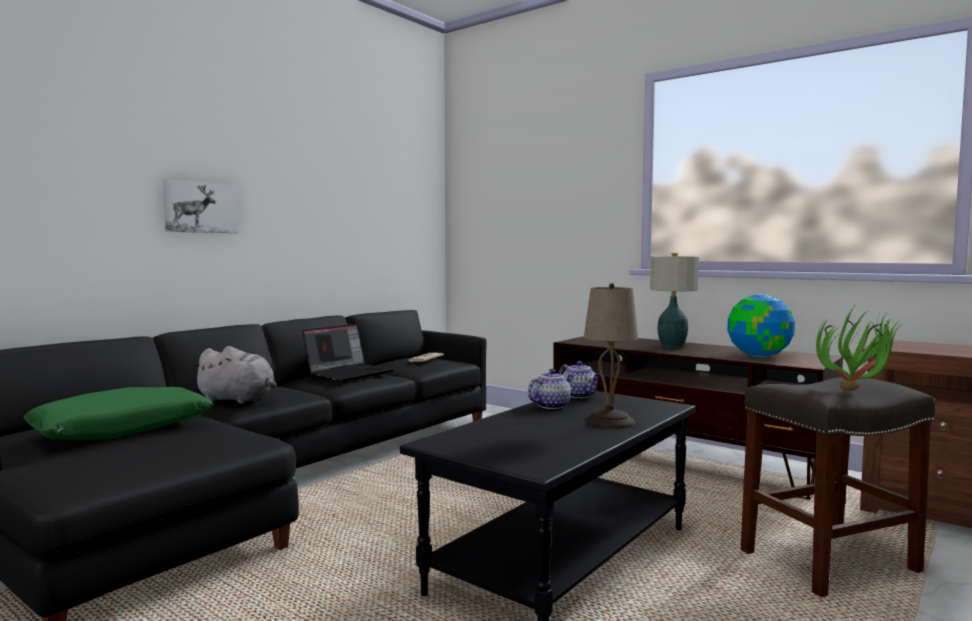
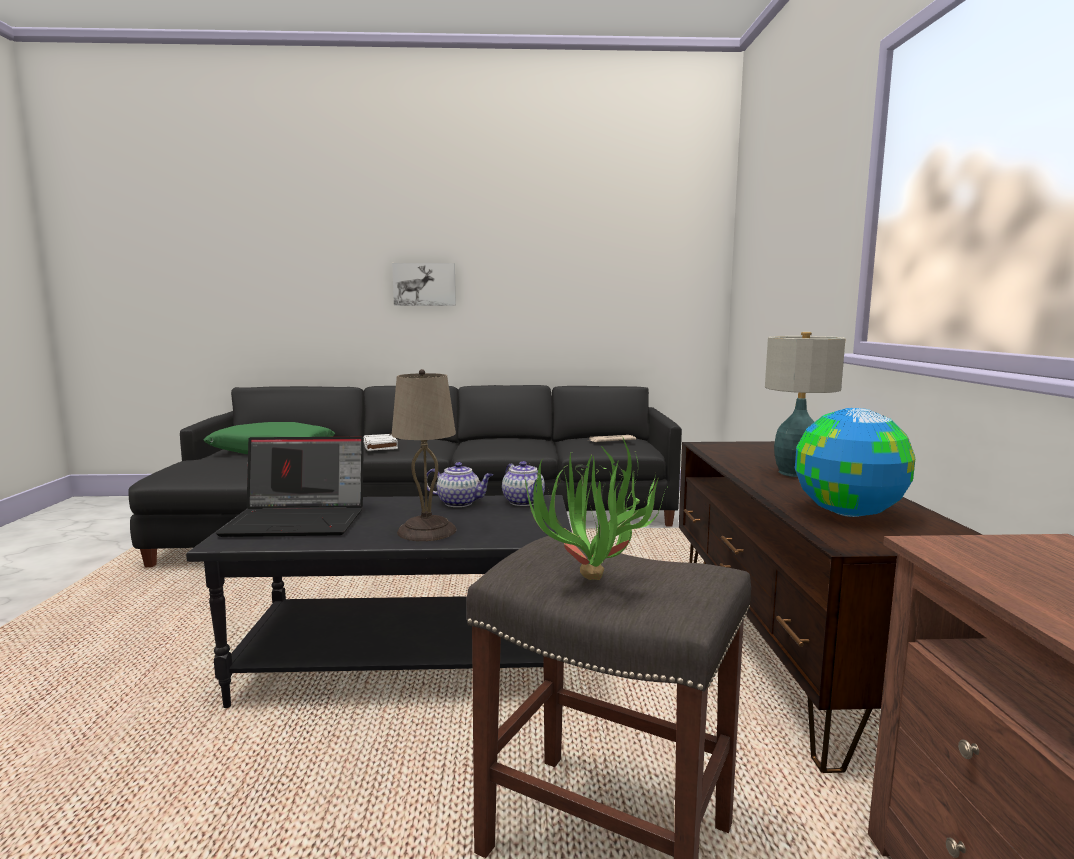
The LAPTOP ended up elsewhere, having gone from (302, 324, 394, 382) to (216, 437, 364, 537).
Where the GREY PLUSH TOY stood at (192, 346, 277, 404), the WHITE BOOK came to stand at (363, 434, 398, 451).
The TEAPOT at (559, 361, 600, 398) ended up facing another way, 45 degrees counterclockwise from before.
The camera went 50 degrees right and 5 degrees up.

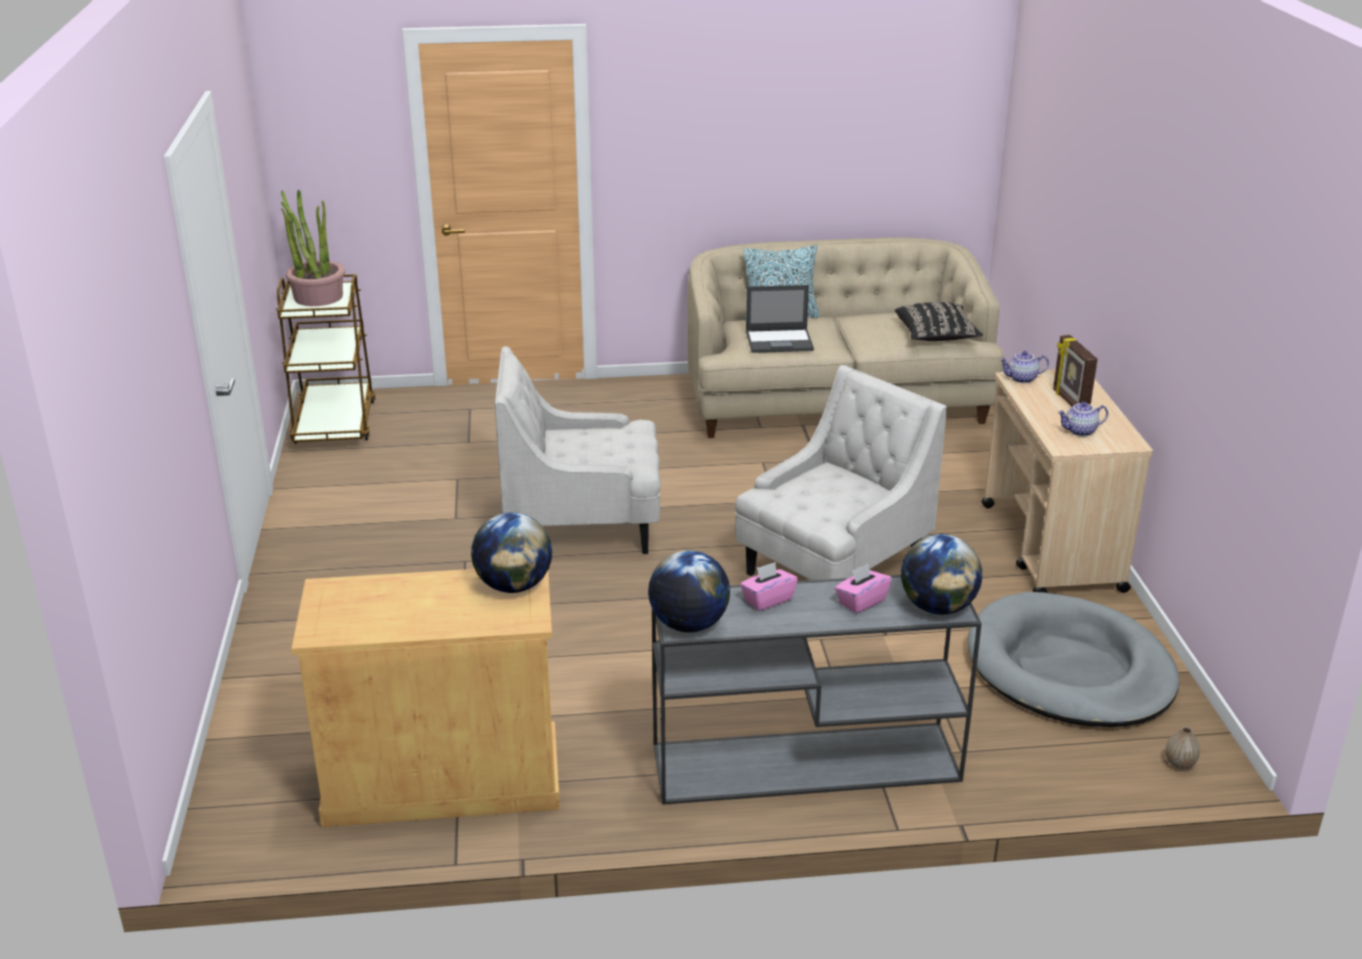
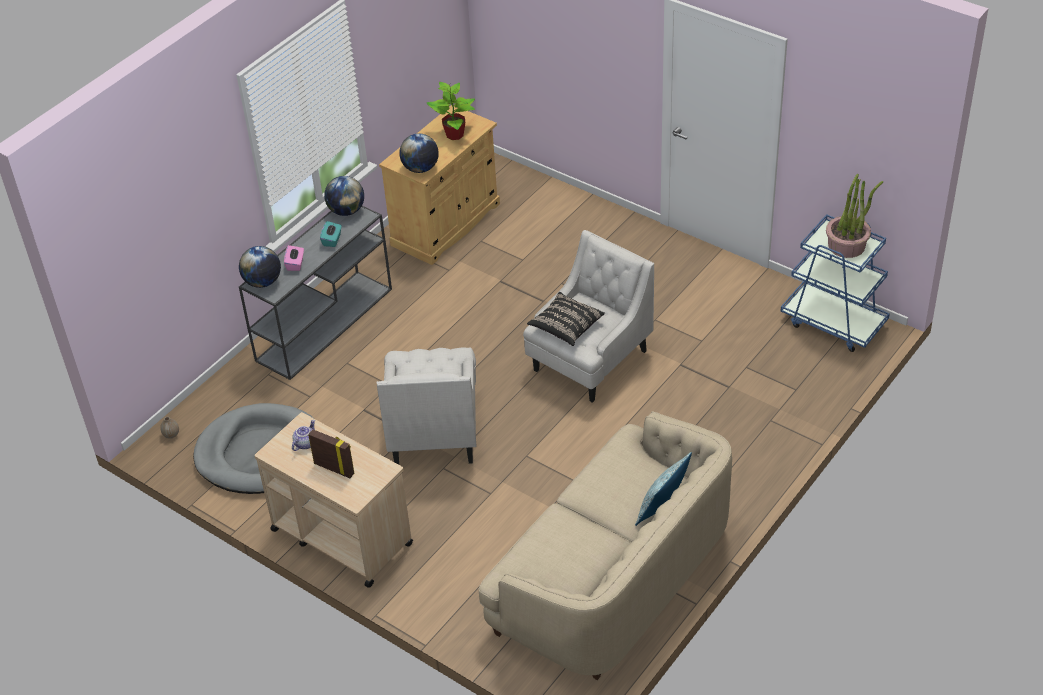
What was the BROWN CART at (276, 274, 376, 444) turned into the BLUE CART at (781, 214, 890, 352).
The second view lost the LAPTOP at (746, 285, 814, 353).
The BLACK PILLOW ended up elsewhere, having gone from (895, 302, 983, 341) to (527, 292, 605, 346).
The second view lost the TEAPOT at (999, 351, 1049, 383).
What was the PINK TISSUE BOX at (740, 562, 798, 611) turned into the TURQUOISE TISSUE BOX at (320, 221, 342, 247).
The second view gained the POTTED PLANT at (427, 82, 475, 140).
The camera went 135 degrees right and 15 degrees up.

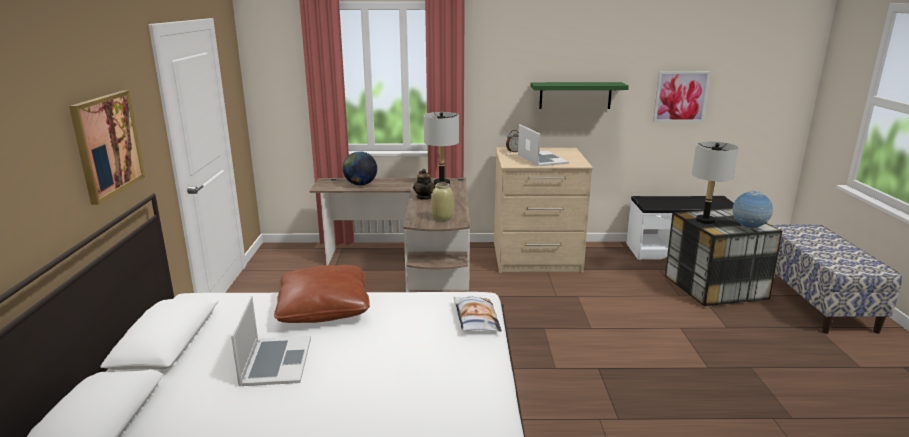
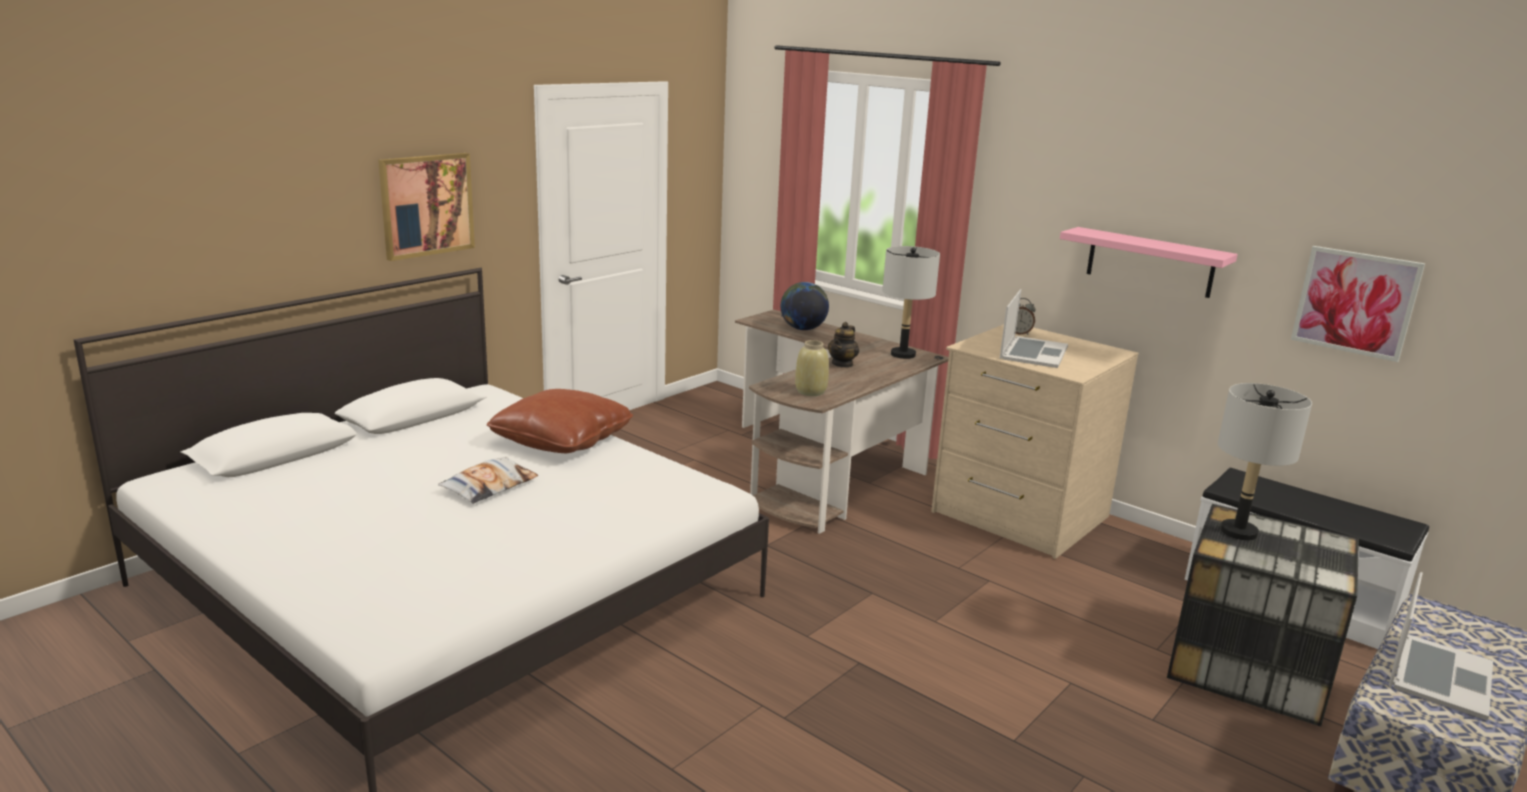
What was the GREEN SHELF at (530, 82, 629, 109) turned into the PINK SHELF at (1060, 227, 1238, 298).
The second view lost the GLOBE at (733, 190, 773, 229).
The LAPTOP ended up elsewhere, having gone from (231, 296, 311, 386) to (1389, 572, 1493, 720).
The PILLOW ended up elsewhere, having gone from (454, 296, 502, 332) to (438, 457, 538, 504).
The camera went 40 degrees right and 0 degrees up.

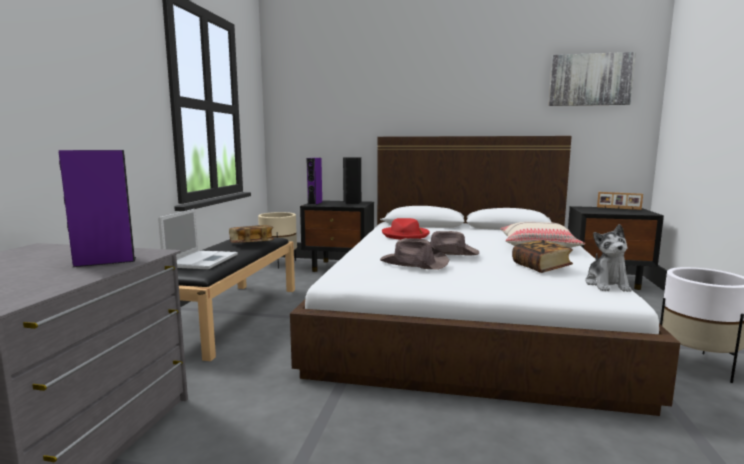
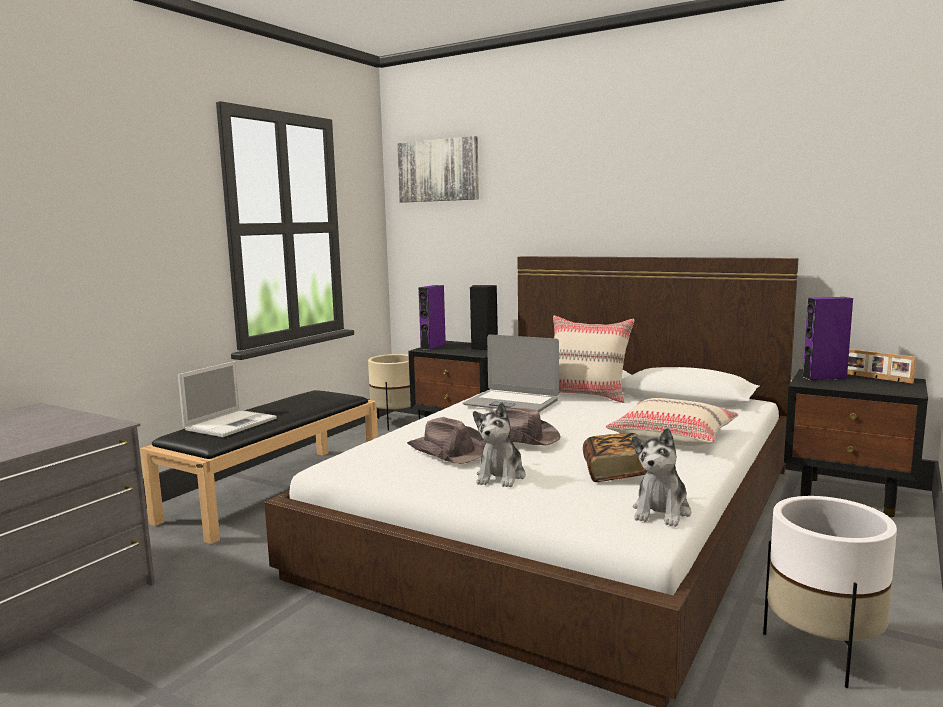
The PICTURE ended up elsewhere, having gone from (549, 52, 636, 106) to (397, 136, 479, 203).
The PURPLE SPEAKER ended up elsewhere, having gone from (59, 150, 136, 267) to (803, 297, 853, 380).
Where the RED HAT stood at (382, 218, 430, 240), the LAPTOP came to stand at (463, 334, 559, 412).
The second view lost the BOOK at (229, 225, 274, 243).
The second view gained the BEIGE PILLOW at (553, 316, 635, 403).
The second view gained the PLUSH TOY at (473, 403, 526, 487).
The camera went 20 degrees right and 0 degrees up.

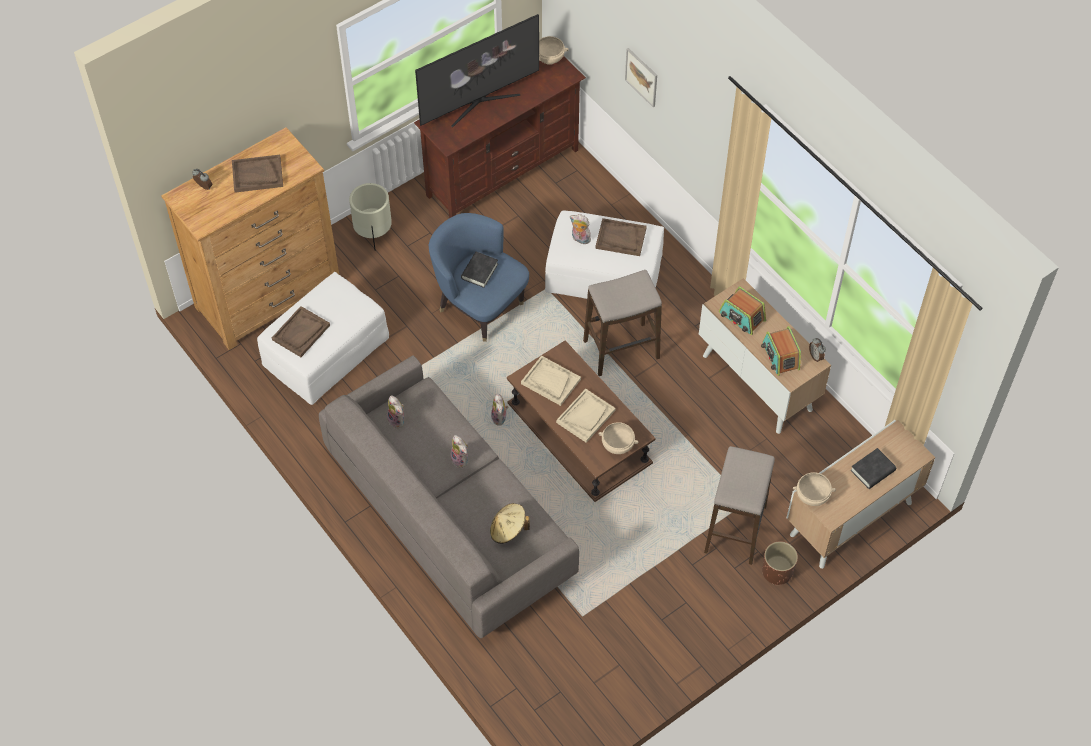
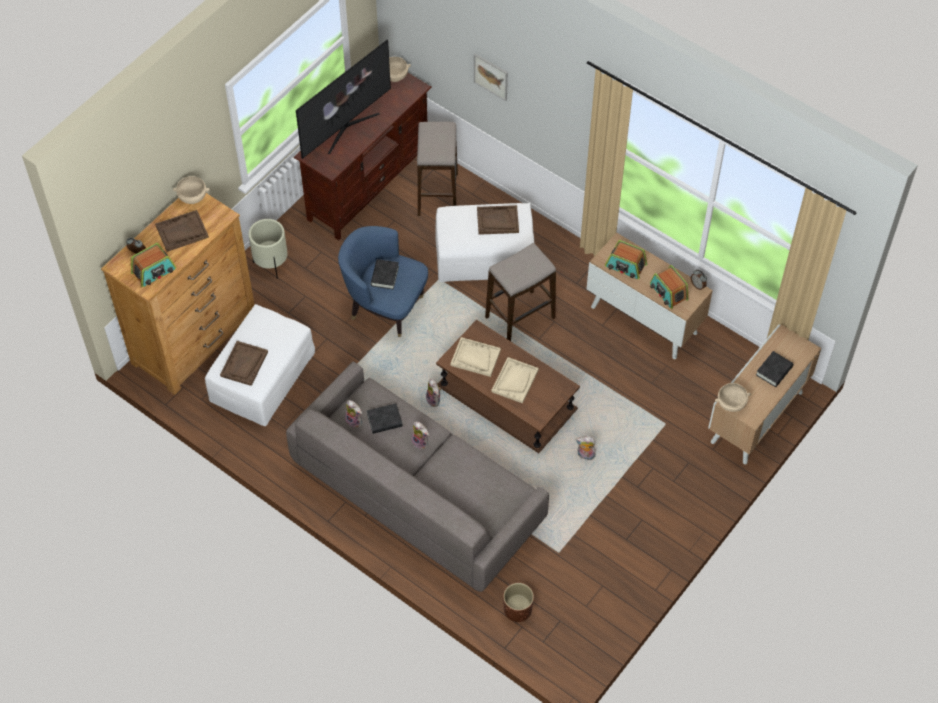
The PLUSH TOY ended up elsewhere, having gone from (570, 214, 591, 244) to (575, 436, 596, 460).
The BEIGE BOWL ended up elsewhere, having gone from (598, 422, 639, 454) to (173, 176, 210, 204).
The STOOL ended up elsewhere, having gone from (704, 446, 775, 565) to (417, 122, 458, 216).
The second view lost the BEIGE HAT at (490, 503, 530, 544).
The BROWN PLANTER ended up elsewhere, having gone from (762, 541, 798, 585) to (503, 583, 534, 622).
The second view gained the RADIO at (131, 243, 176, 287).
The second view gained the BLACK BOOK at (367, 403, 403, 434).
The camera went 15 degrees left and 0 degrees up.

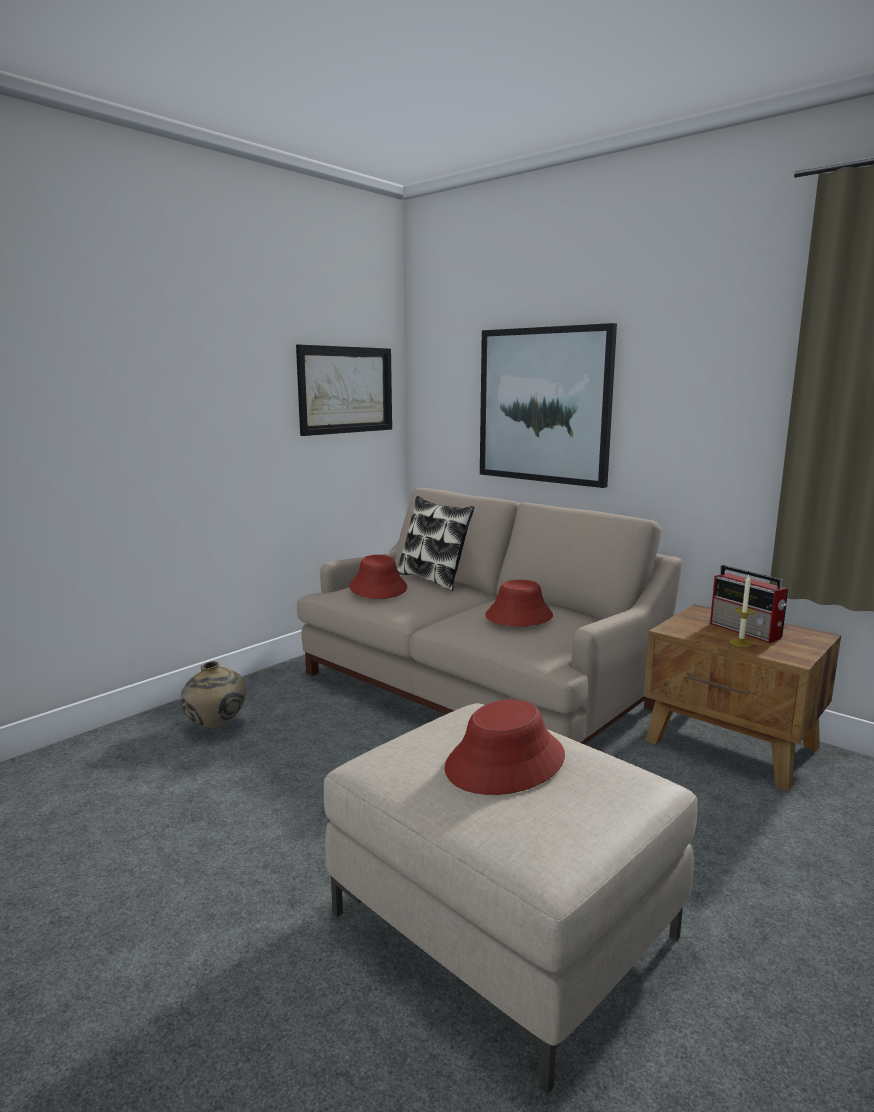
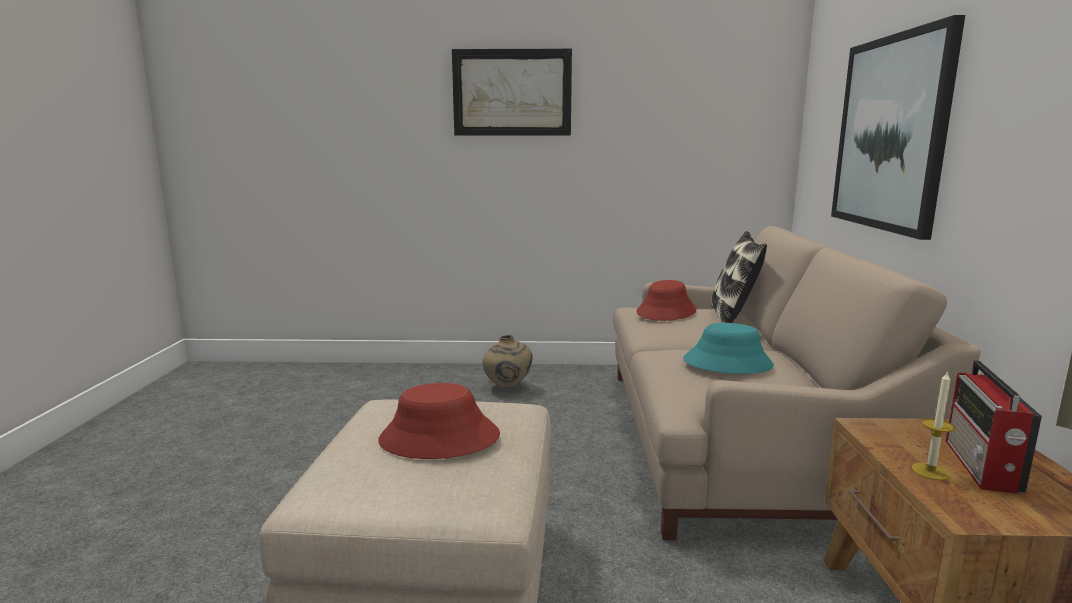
The PICTURE ended up elsewhere, having gone from (296, 345, 392, 436) to (452, 49, 572, 136).
What was the RED HAT at (485, 580, 553, 626) turned into the TURQUOISE HAT at (683, 323, 774, 374).
The camera went 50 degrees right and 0 degrees up.

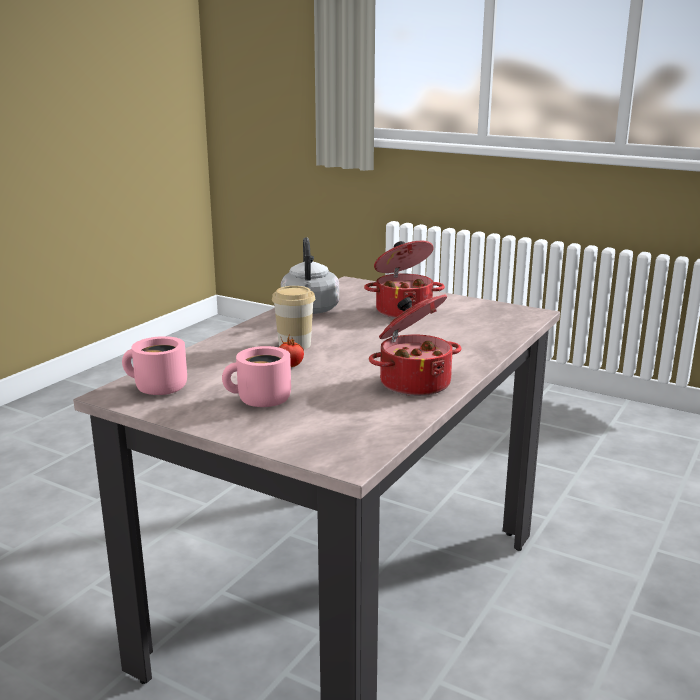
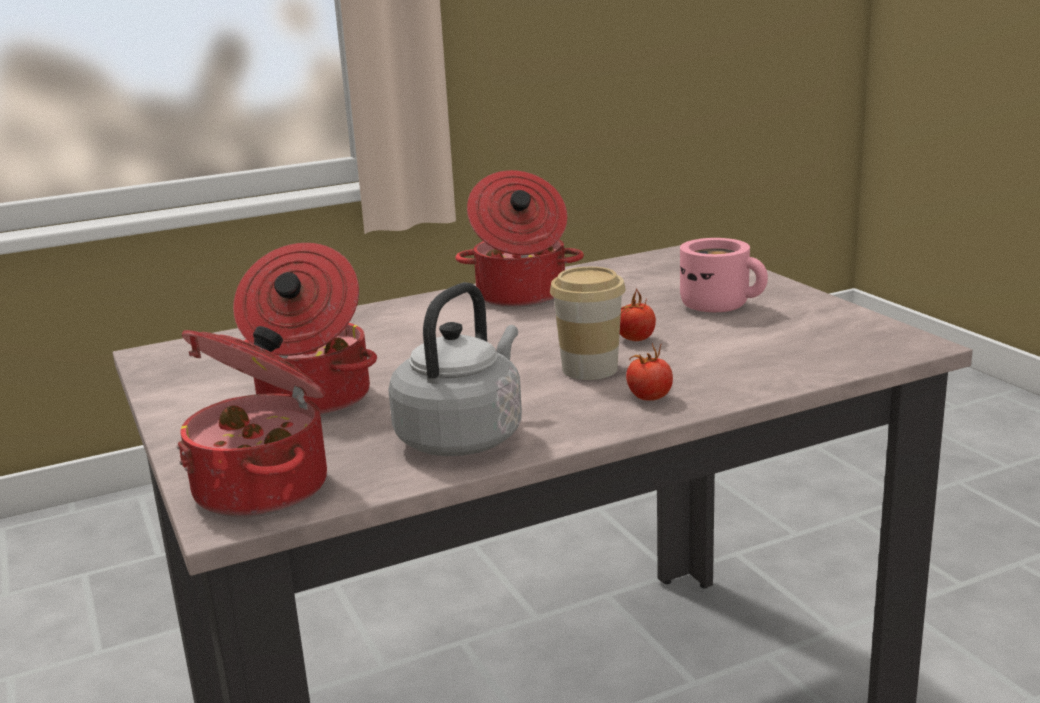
The second view lost the PINK MUG at (122, 336, 187, 395).
The second view gained the COOKING POT at (177, 326, 327, 517).
The second view gained the TOMATO at (626, 343, 673, 401).
The camera went 145 degrees left and 0 degrees up.

